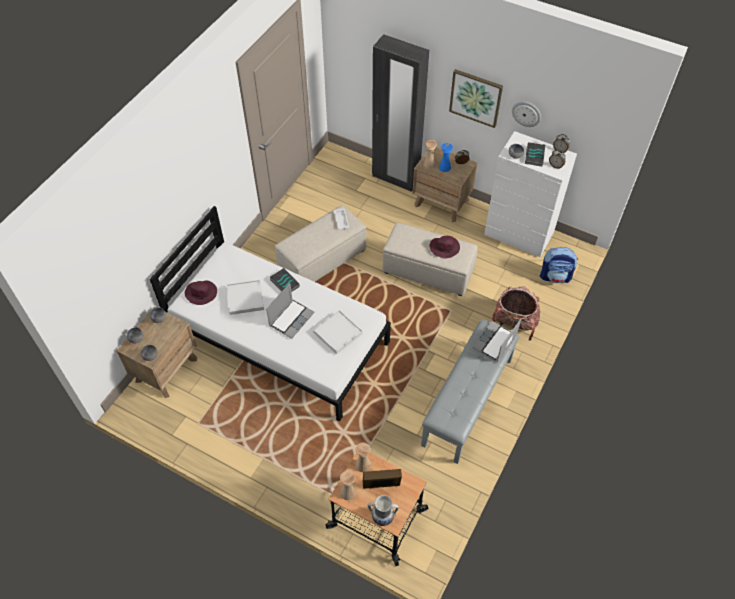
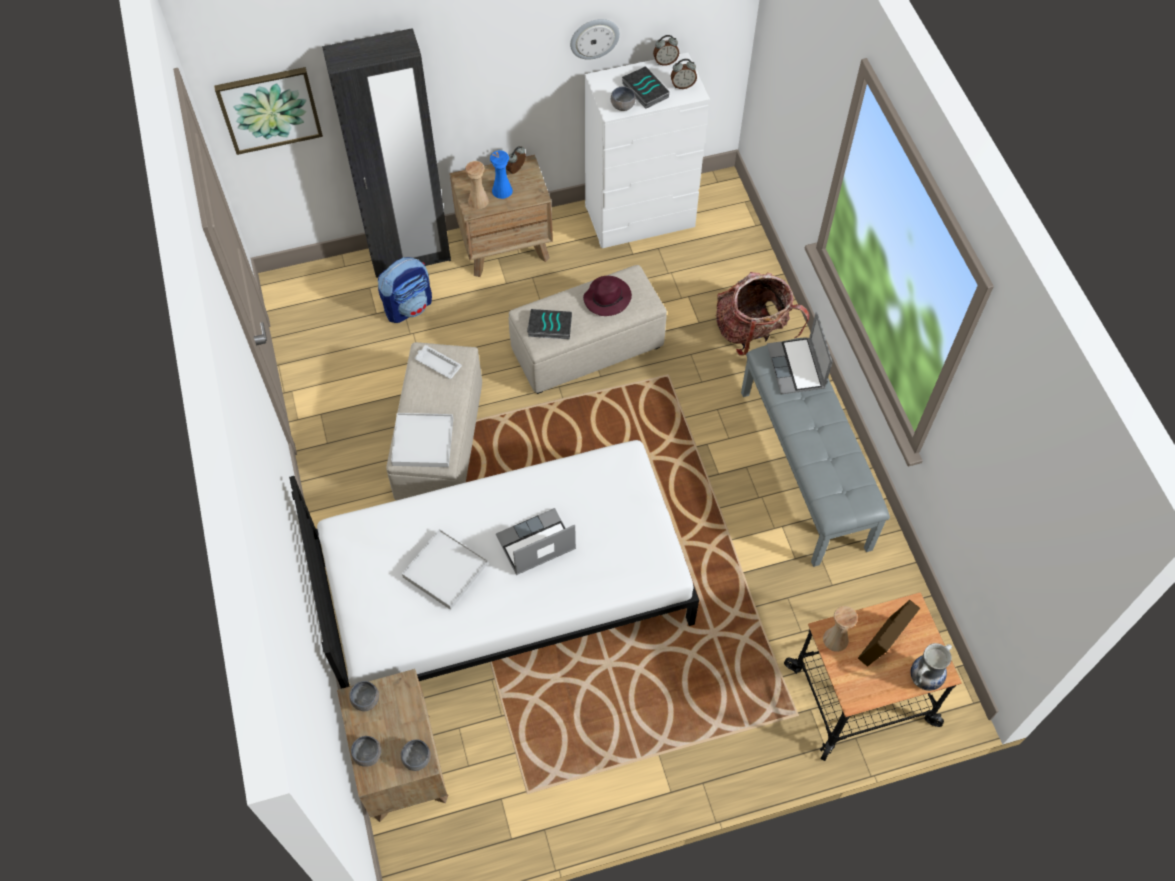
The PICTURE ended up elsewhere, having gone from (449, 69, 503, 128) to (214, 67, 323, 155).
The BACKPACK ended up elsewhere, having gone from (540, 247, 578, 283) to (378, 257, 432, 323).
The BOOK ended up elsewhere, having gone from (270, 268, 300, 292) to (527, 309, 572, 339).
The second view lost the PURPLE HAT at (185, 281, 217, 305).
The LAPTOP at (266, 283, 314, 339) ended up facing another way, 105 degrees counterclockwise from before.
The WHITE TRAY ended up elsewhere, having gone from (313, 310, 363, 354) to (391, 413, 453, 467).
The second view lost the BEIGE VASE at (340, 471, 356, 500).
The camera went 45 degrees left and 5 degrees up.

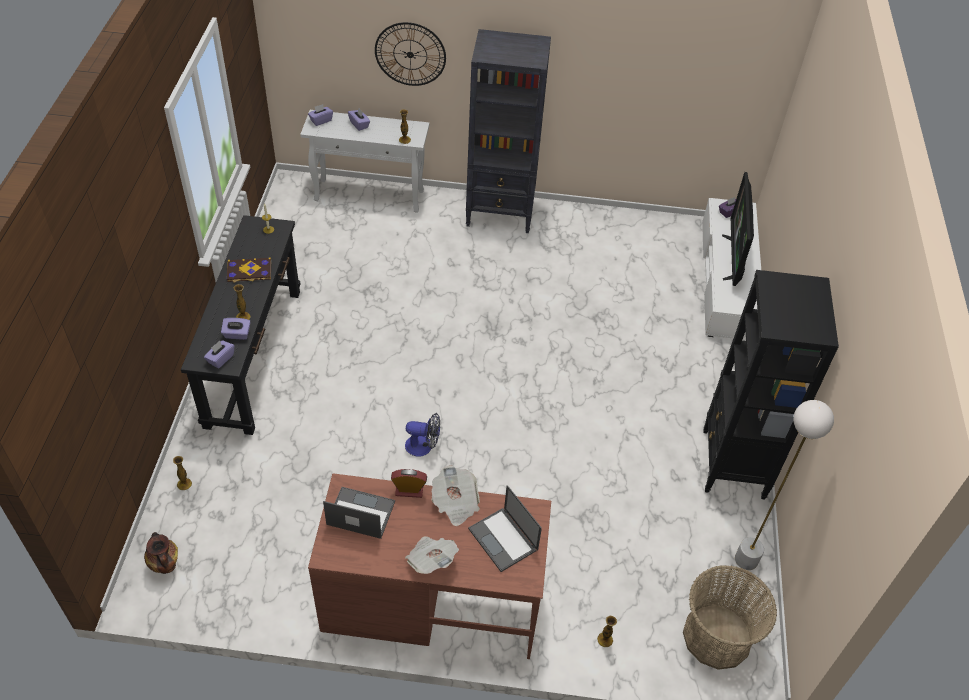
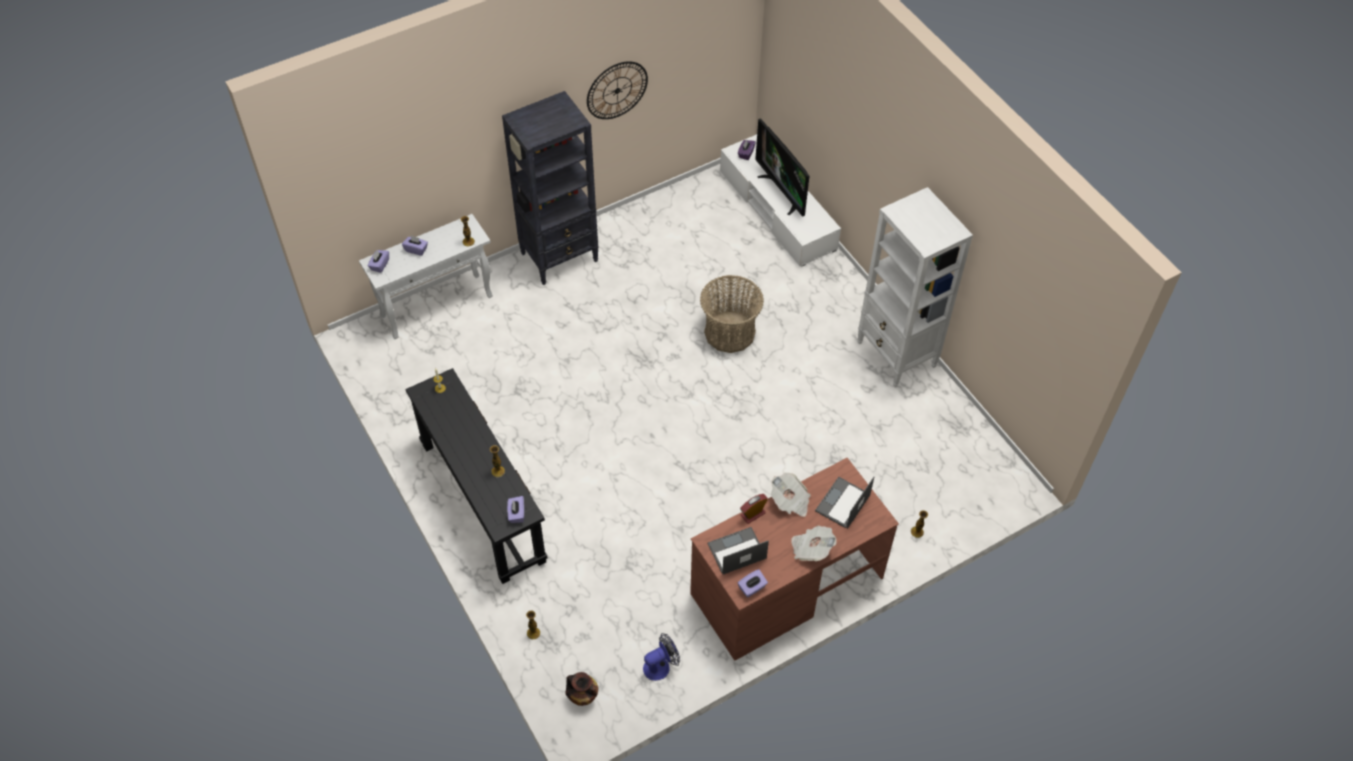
The WALL CLOCK ended up elsewhere, having gone from (375, 22, 446, 86) to (587, 61, 648, 119).
The second view lost the BOOK at (227, 257, 271, 283).
What was the BLACK BOOKCASE at (703, 270, 839, 500) turned into the WHITE BOOKCASE at (857, 187, 973, 387).
The PURPLE TISSUE BOX ended up elsewhere, having gone from (221, 318, 250, 340) to (738, 569, 768, 598).
The second view lost the WHITE FLOOR LAMP at (735, 400, 834, 570).
The FAN ended up elsewhere, having gone from (405, 413, 440, 457) to (643, 633, 680, 681).
The LAPTOP at (468, 485, 542, 572) ended up facing another way, 105 degrees clockwise from before.
The BASKET ended up elsewhere, having gone from (683, 565, 777, 670) to (700, 275, 764, 353).
The camera went 35 degrees left and 5 degrees up.

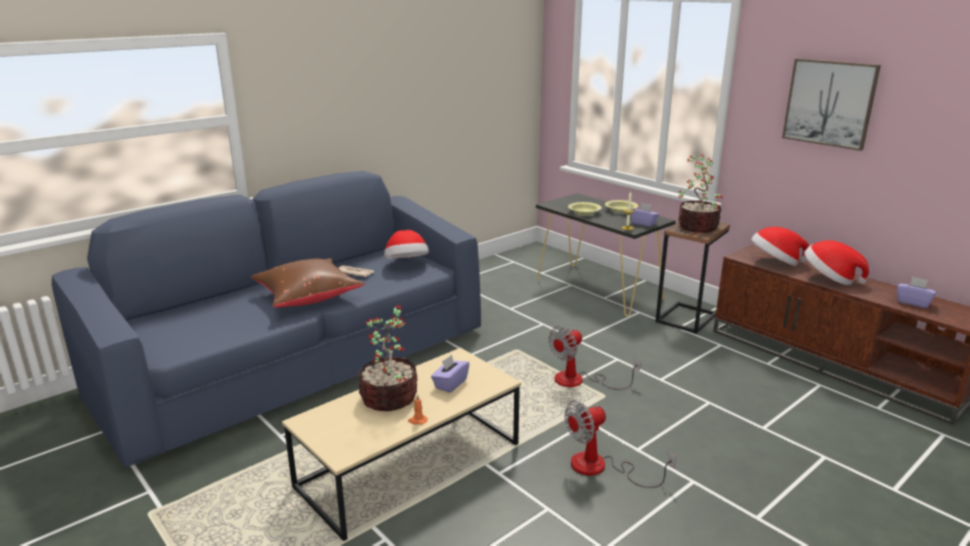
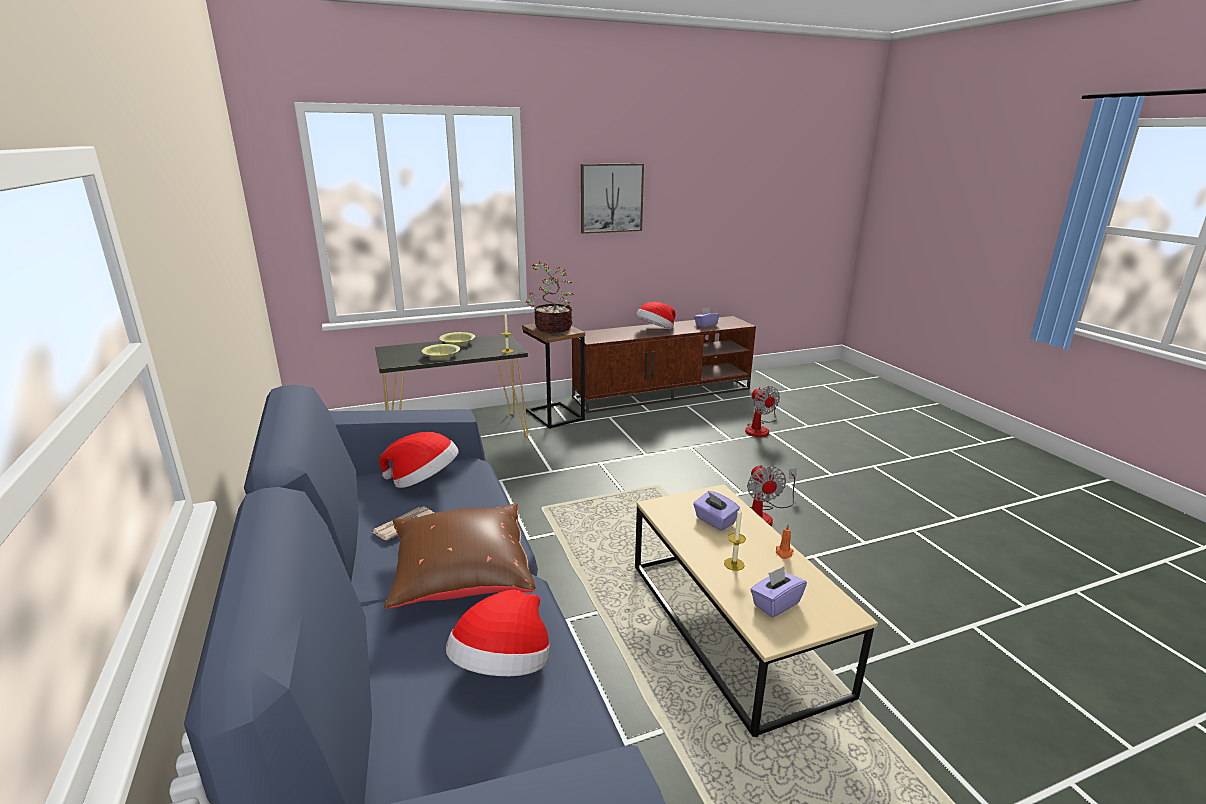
The PURPLE TISSUE BOX ended up elsewhere, having gone from (630, 203, 659, 227) to (750, 566, 807, 617).
The HAT ended up elsewhere, having gone from (751, 227, 809, 266) to (446, 589, 550, 676).
Where the POTTED PLANT stood at (358, 305, 418, 411), the CANDLE came to stand at (724, 509, 746, 571).
The FAN ended up elsewhere, having gone from (548, 326, 641, 390) to (745, 386, 780, 437).
The camera went 70 degrees left and 0 degrees up.

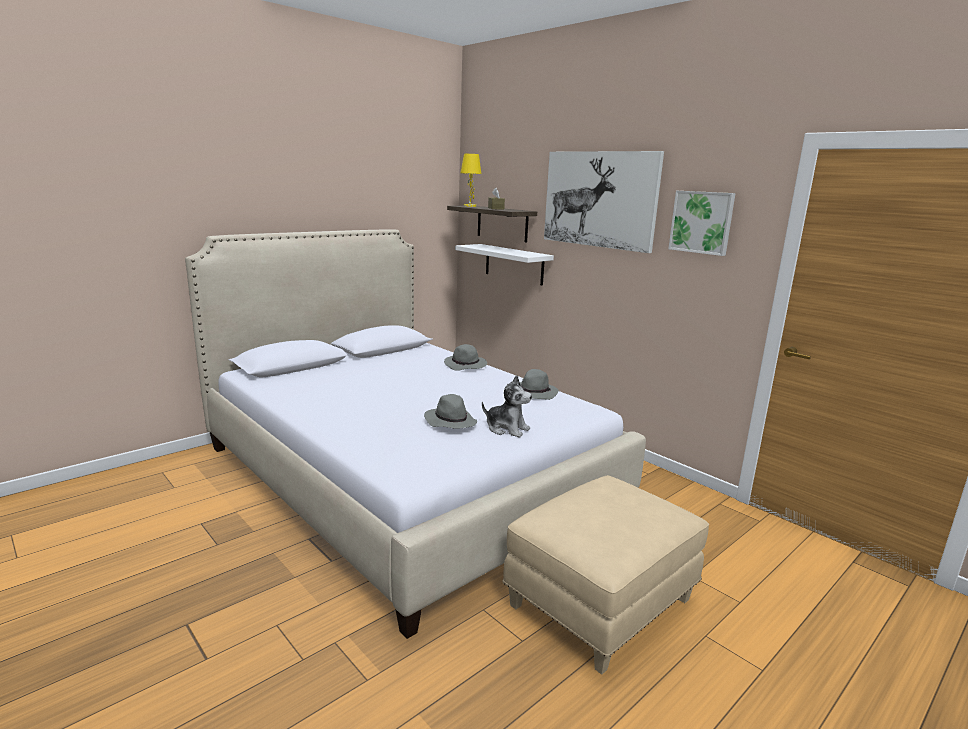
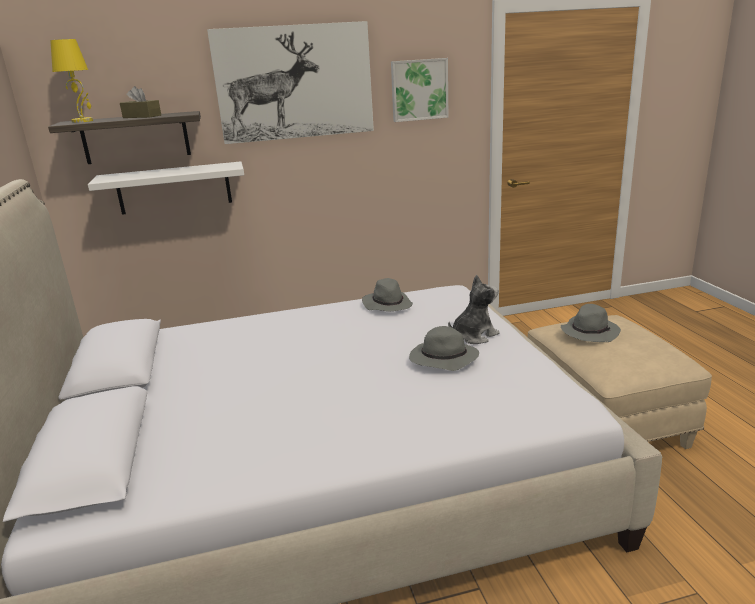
The GREY HAT ended up elsewhere, having gone from (444, 344, 487, 371) to (561, 304, 621, 342).
The camera went 60 degrees left and 5 degrees up.

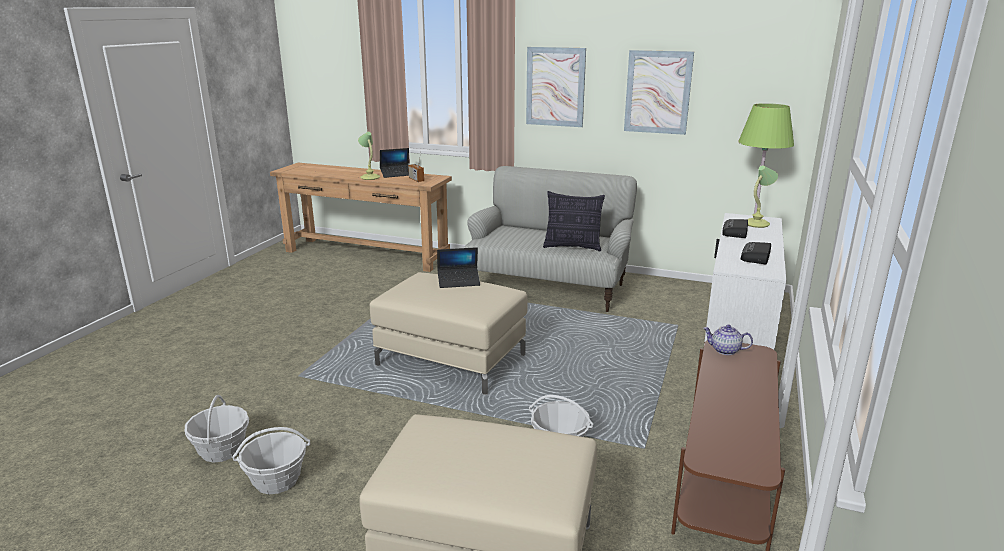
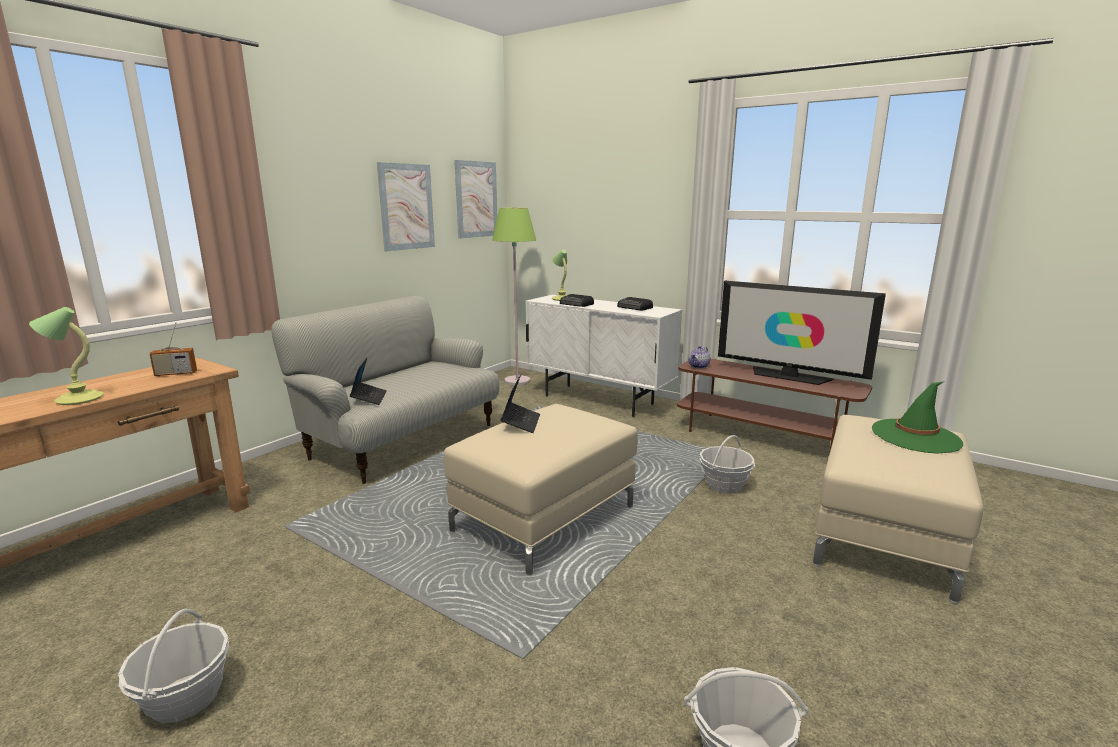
The PICTURE ended up elsewhere, having gone from (526, 47, 586, 127) to (454, 160, 497, 238).
The LAPTOP ended up elsewhere, having gone from (380, 148, 409, 178) to (350, 358, 387, 405).
The second view lost the PILLOW at (543, 191, 605, 252).
The BASKET ended up elsewhere, having gone from (232, 427, 310, 494) to (118, 608, 229, 723).
The second view gained the TELEVISION at (718, 281, 886, 385).
The second view gained the GREEN HAT at (872, 382, 964, 453).
The camera went 75 degrees left and 5 degrees down.

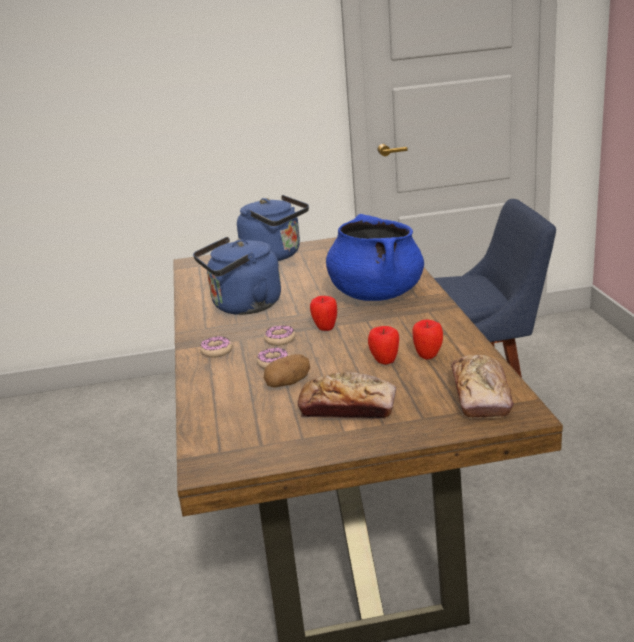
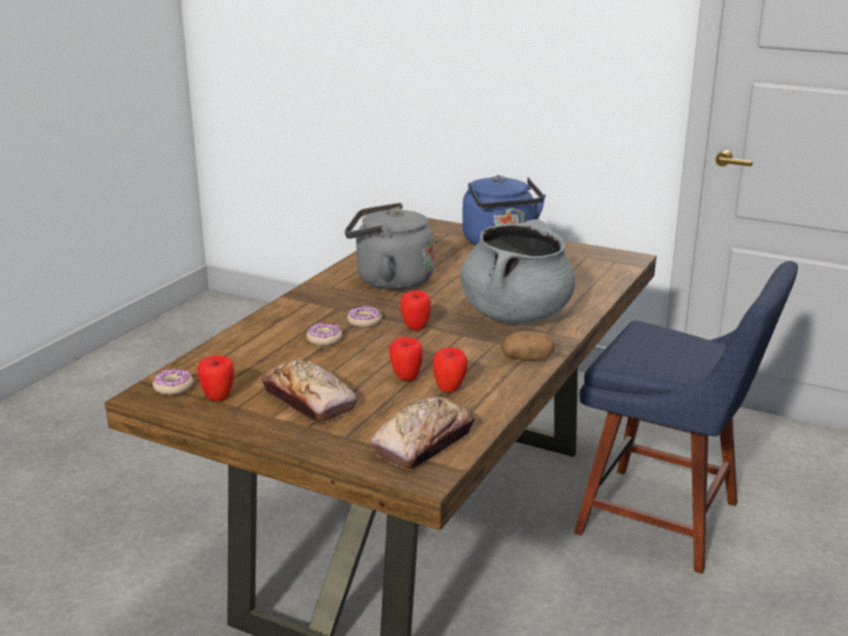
What was the BLUE COOKING POT at (326, 214, 424, 301) turned into the GREY COOKING POT at (460, 219, 575, 323).
What was the BLUE KETTLE at (193, 237, 281, 315) turned into the GREY KETTLE at (345, 203, 434, 290).
The DONUT ended up elsewhere, having gone from (200, 336, 233, 358) to (153, 369, 193, 395).
The POTATO ended up elsewhere, having gone from (264, 354, 310, 387) to (501, 331, 554, 361).
The second view gained the APPLE at (198, 356, 235, 401).
The camera went 35 degrees right and 0 degrees up.

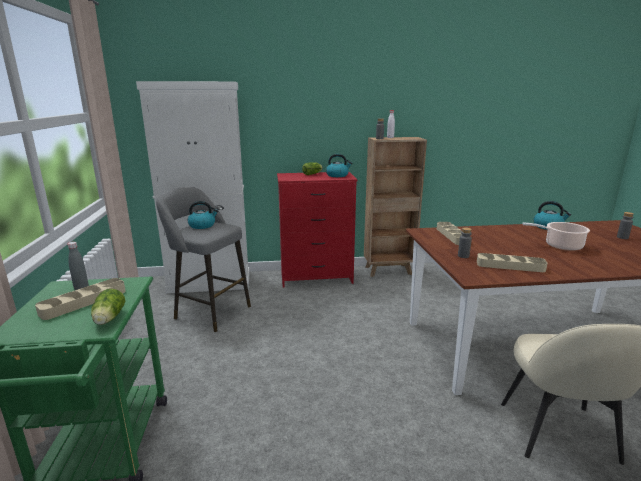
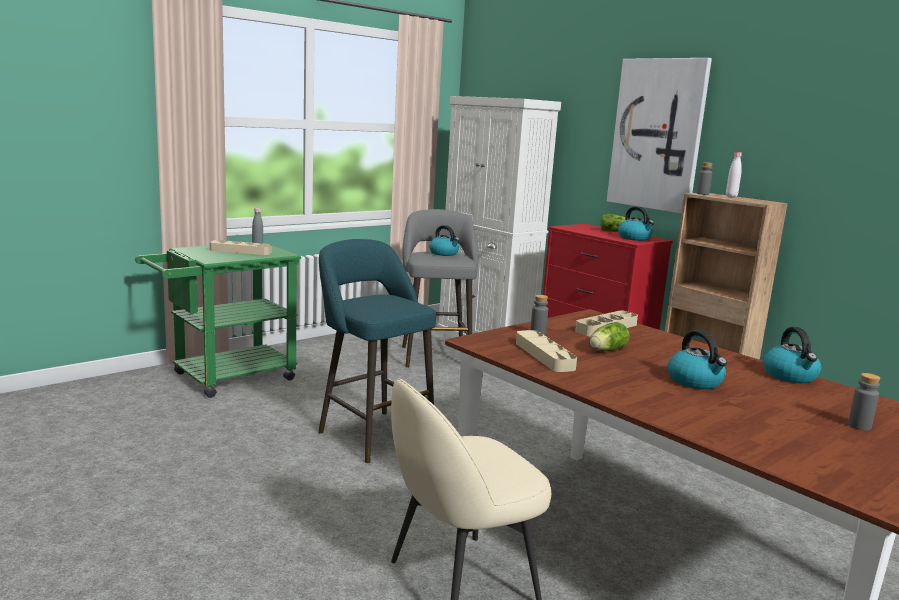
Where the COOKING POT stood at (522, 222, 590, 251), the KETTLE came to stand at (668, 330, 727, 389).
The LETTUCE ended up elsewhere, having gone from (91, 289, 125, 325) to (590, 322, 630, 351).
The second view gained the PICTURE at (607, 58, 712, 214).
The second view gained the TURQUOISE STOOL at (318, 239, 436, 463).
The camera went 55 degrees right and 5 degrees down.

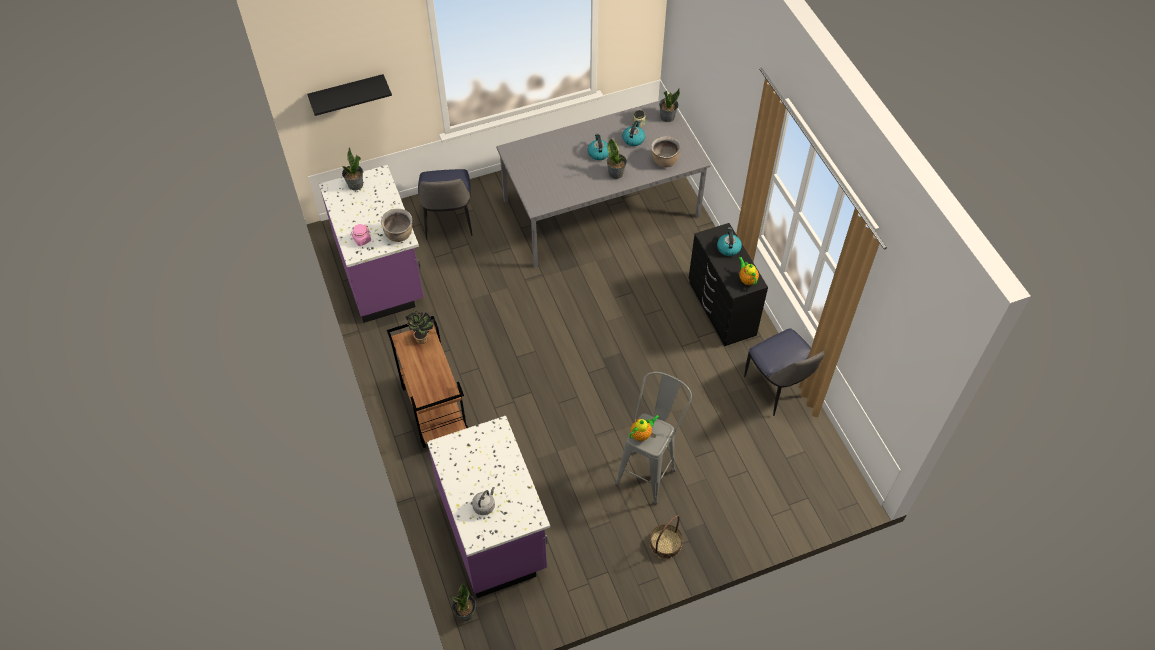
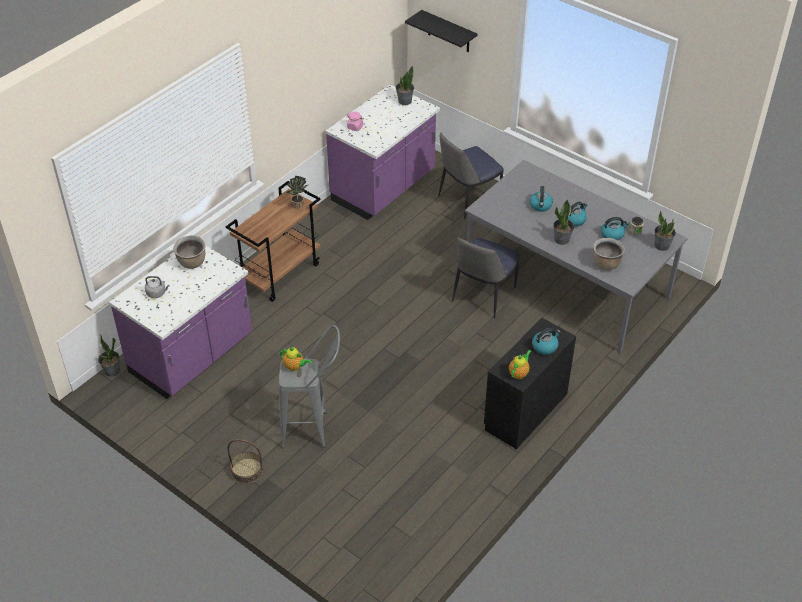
The BROWN COOKING POT ended up elsewhere, having gone from (381, 209, 412, 242) to (173, 235, 206, 269).
The CHAIR ended up elsewhere, having gone from (744, 328, 825, 416) to (452, 237, 520, 318).
The second view gained the KETTLE at (529, 186, 553, 212).
The camera went 60 degrees right and 10 degrees down.

